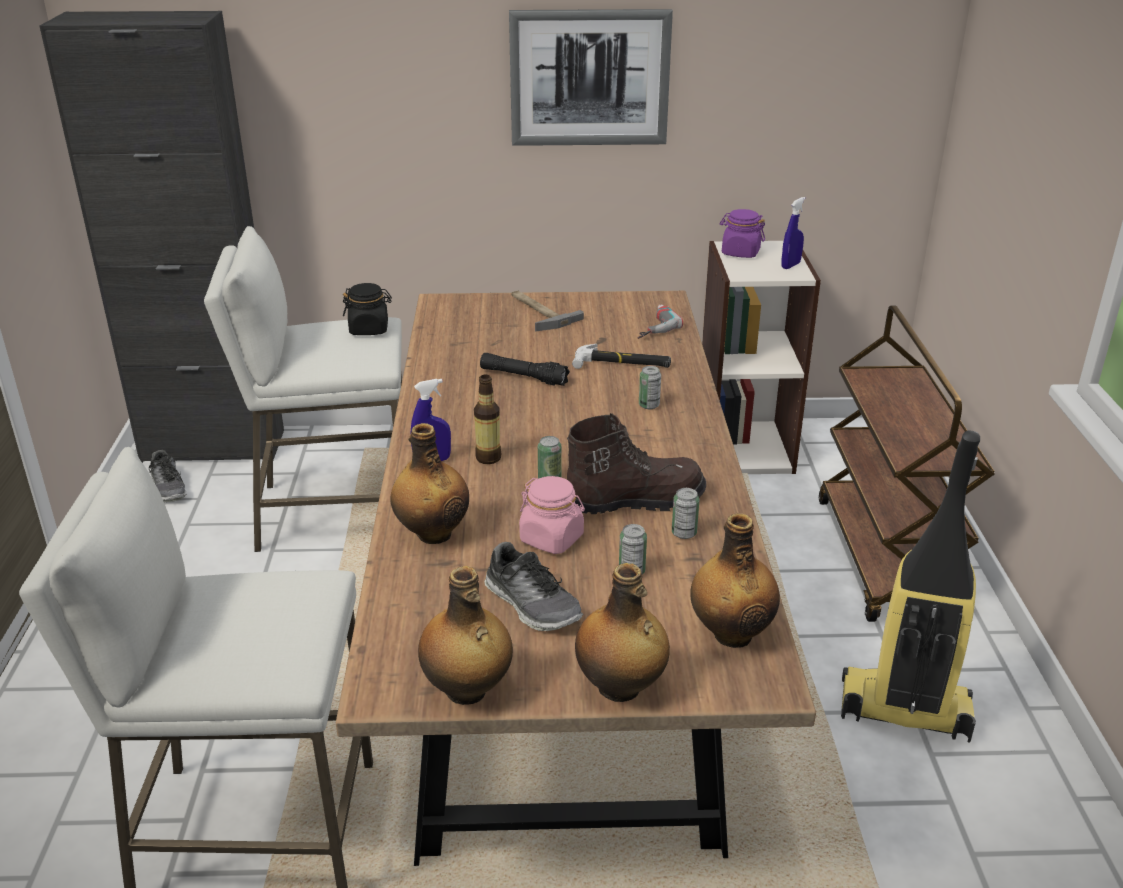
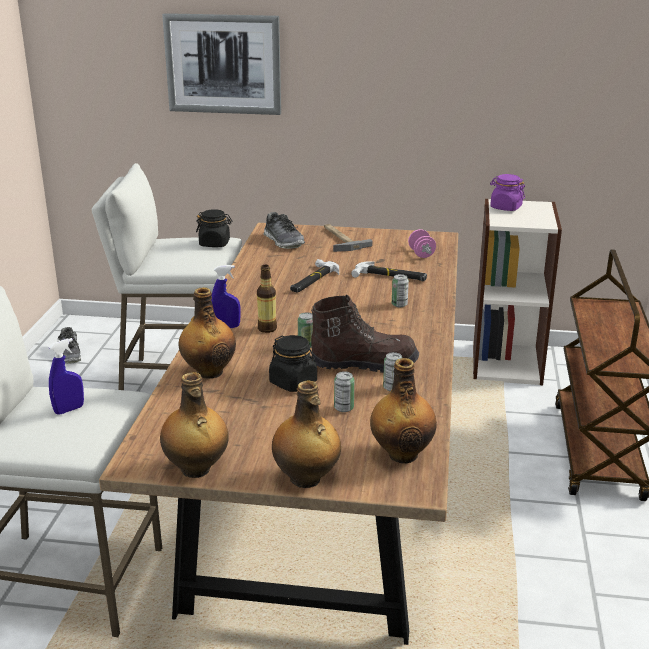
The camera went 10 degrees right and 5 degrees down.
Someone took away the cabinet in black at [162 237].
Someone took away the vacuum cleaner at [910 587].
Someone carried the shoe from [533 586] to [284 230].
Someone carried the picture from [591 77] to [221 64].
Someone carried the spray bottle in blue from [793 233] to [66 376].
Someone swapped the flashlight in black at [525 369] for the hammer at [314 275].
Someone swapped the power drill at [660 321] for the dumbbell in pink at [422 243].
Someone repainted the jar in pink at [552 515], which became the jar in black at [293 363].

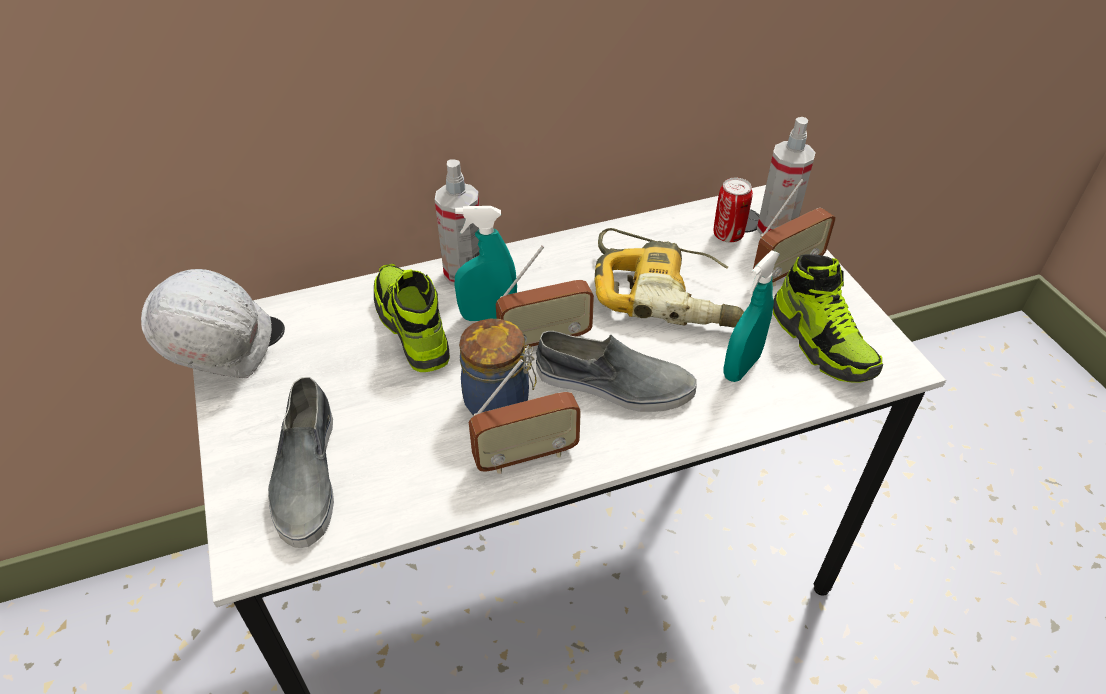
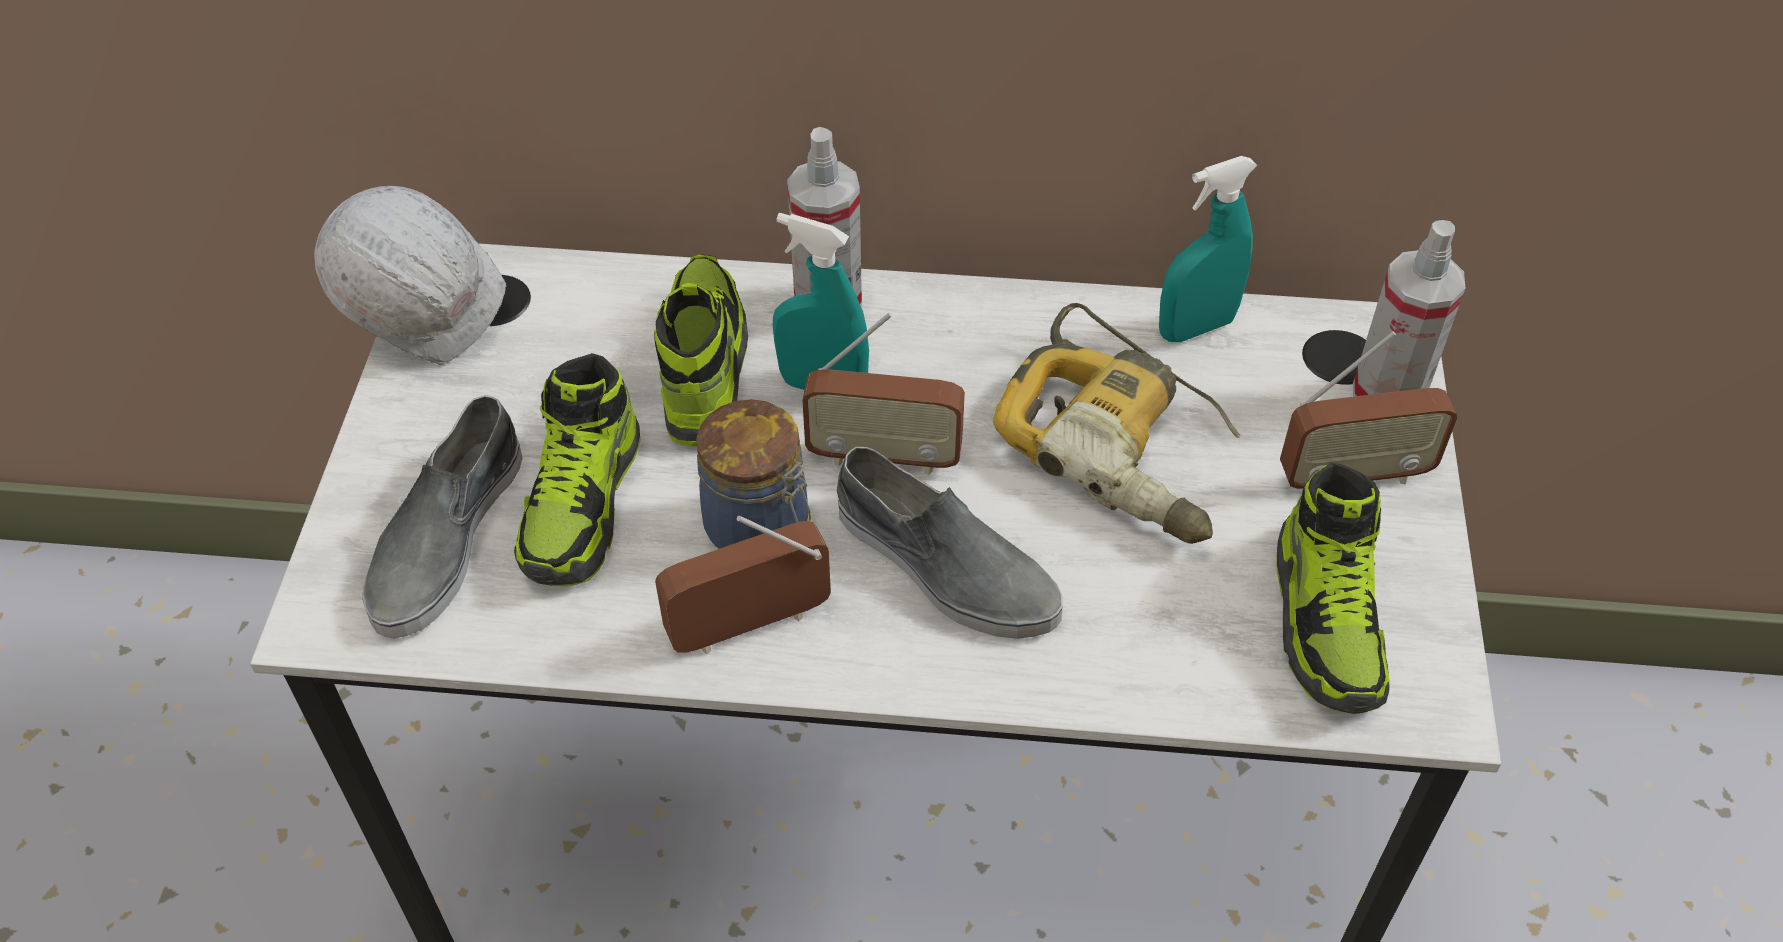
The camera went 25 degrees right and 5 degrees up.
Someone took away the can at [733 210].
Someone put down the shoe at [577 469].
Someone carried the spray bottle in turquoise from [751 316] to [1208 249].
Someone rotated the radio at [525 416] by 150 degrees clockwise.

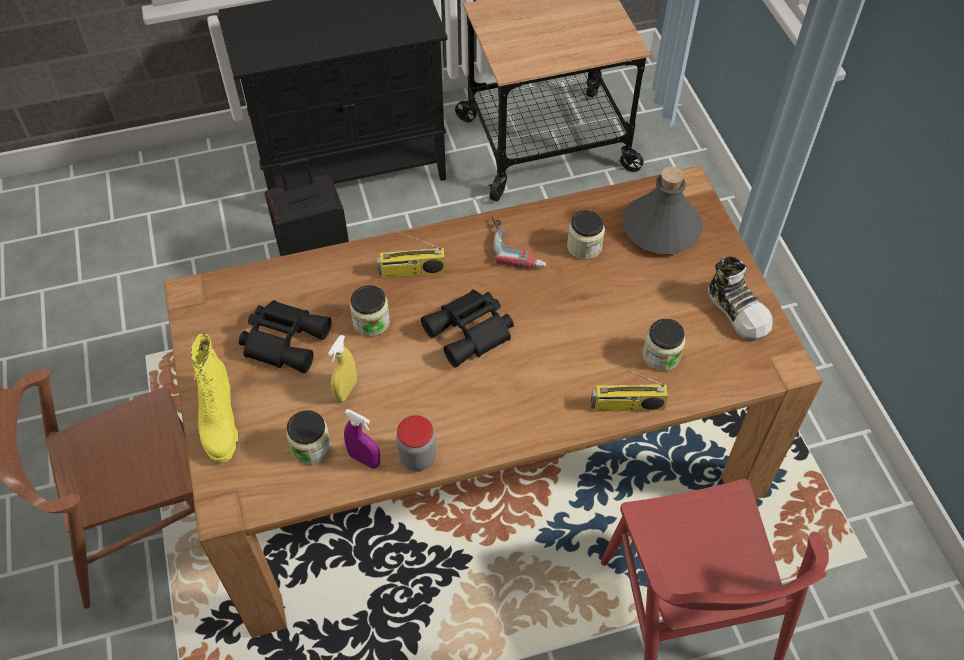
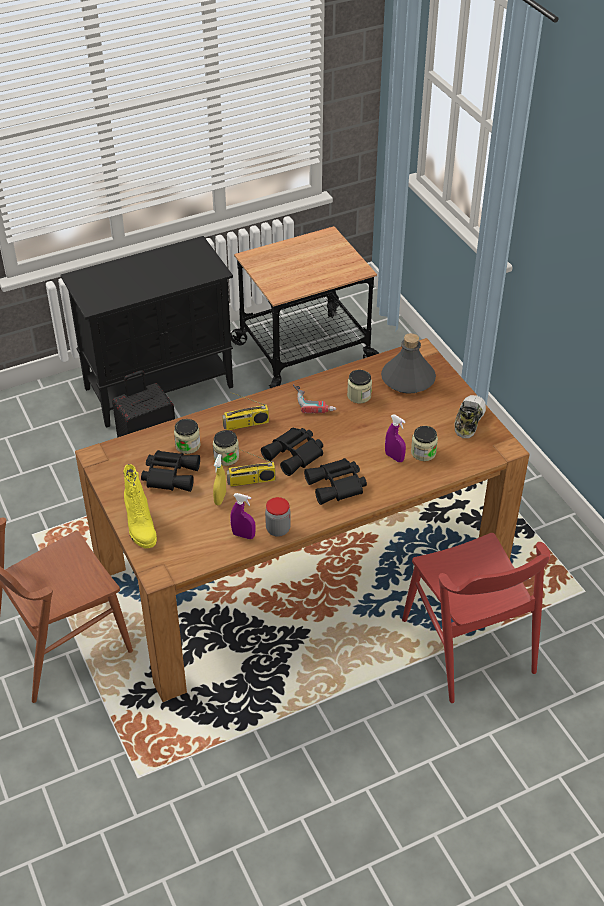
The camera went 10 degrees left and 10 degrees down.
Someone put down the binoculars in black at [335 481].
Someone put down the spray bottle in purple at [395 438].
Someone carried the jar from [309 437] to [187 436].
Someone carried the radio from [629 387] to [251 467].
Someone rotated the shoe at [740 298] by 120 degrees counterclockwise.

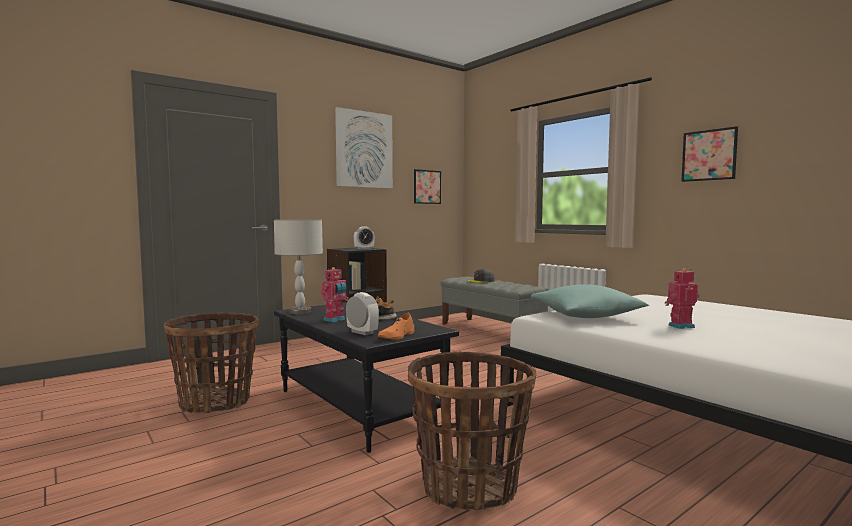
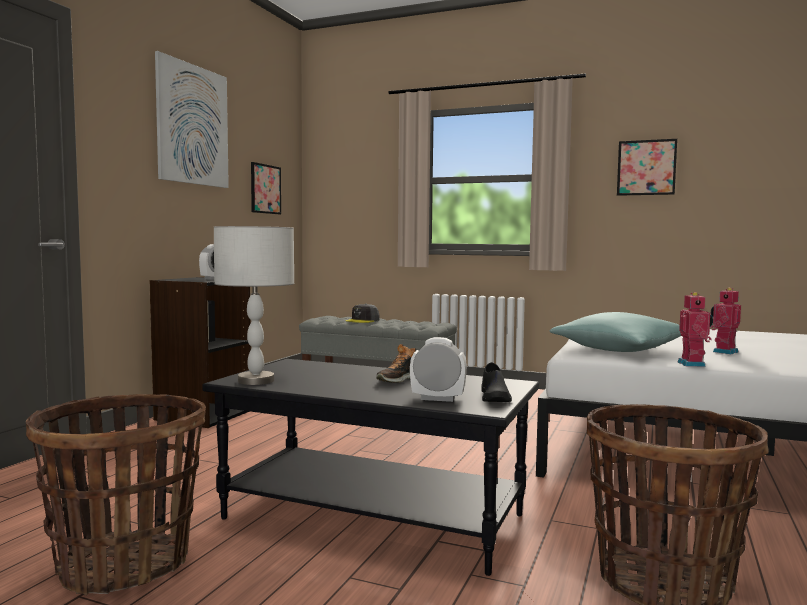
The camera went 30 degrees left and 0 degrees up.
Someone carried the toy robot from [335 294] to [695 329].
Someone repainted the shoe in orange at [396 326], which became the shoe in black at [496 382].

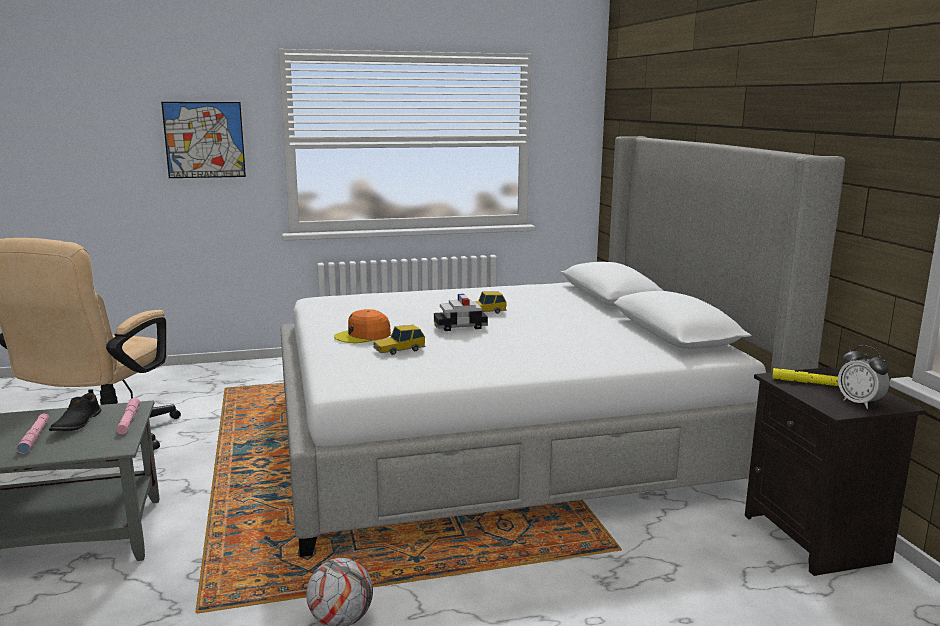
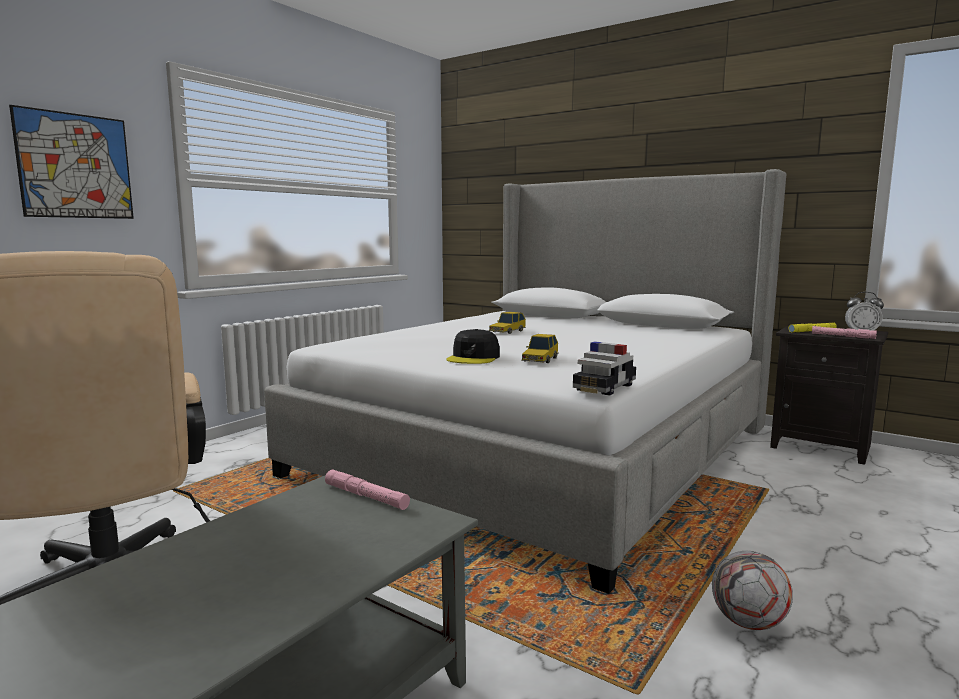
The camera went 40 degrees left and 5 degrees down.
Someone took away the shoe in black at [75 410].
Someone carried the flashlight in pink from [33 433] to [844 332].
Someone carried the toy car from [461 312] to [604 368].
Someone repainted the cap in orange at [362 326], which became the cap in black at [473 346].

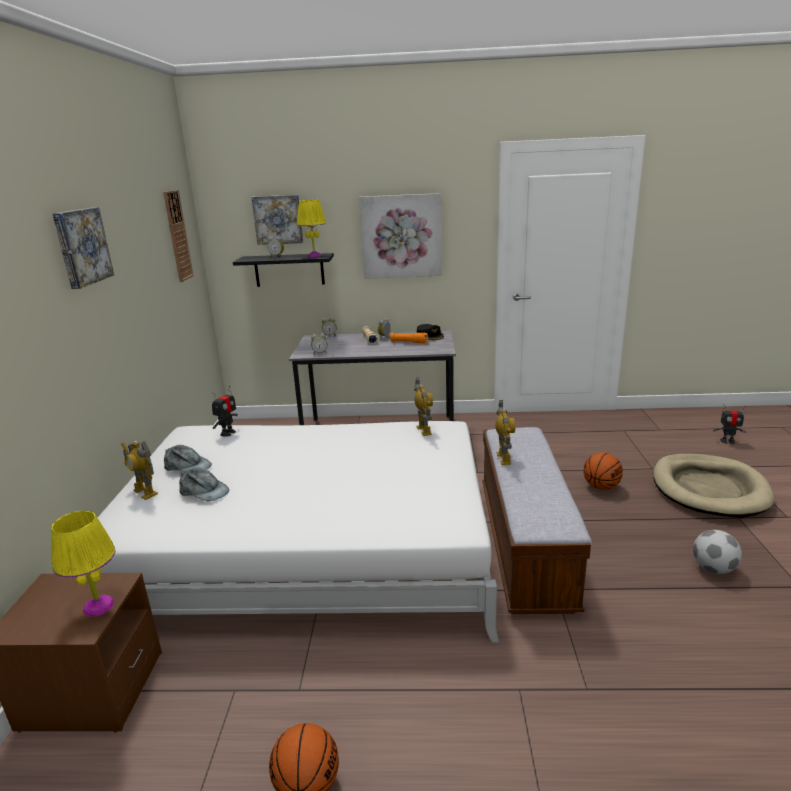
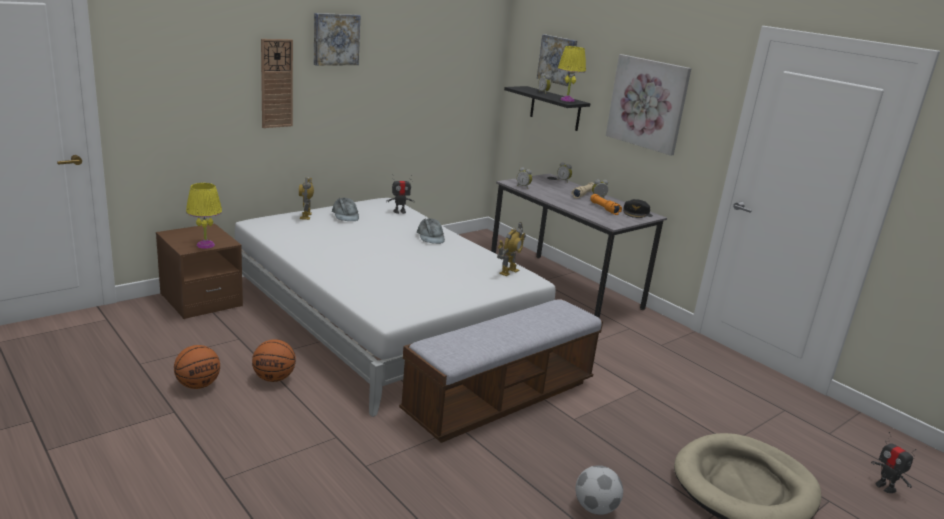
The camera went 45 degrees right and 0 degrees up.
Someone took away the toy robot at [505 432].
Someone carried the wall clock from [178 236] to [277 83].
Someone carried the cap in grey from [204 484] to [431 231].
Someone carried the basketball from [603 471] to [274 360].

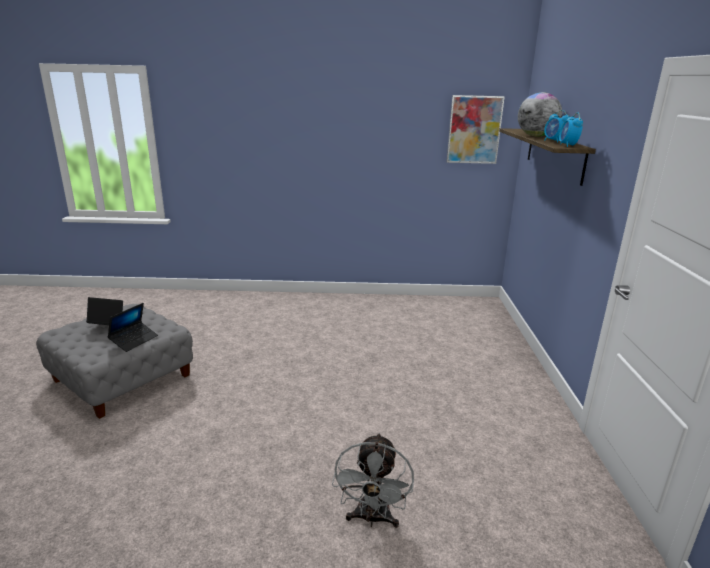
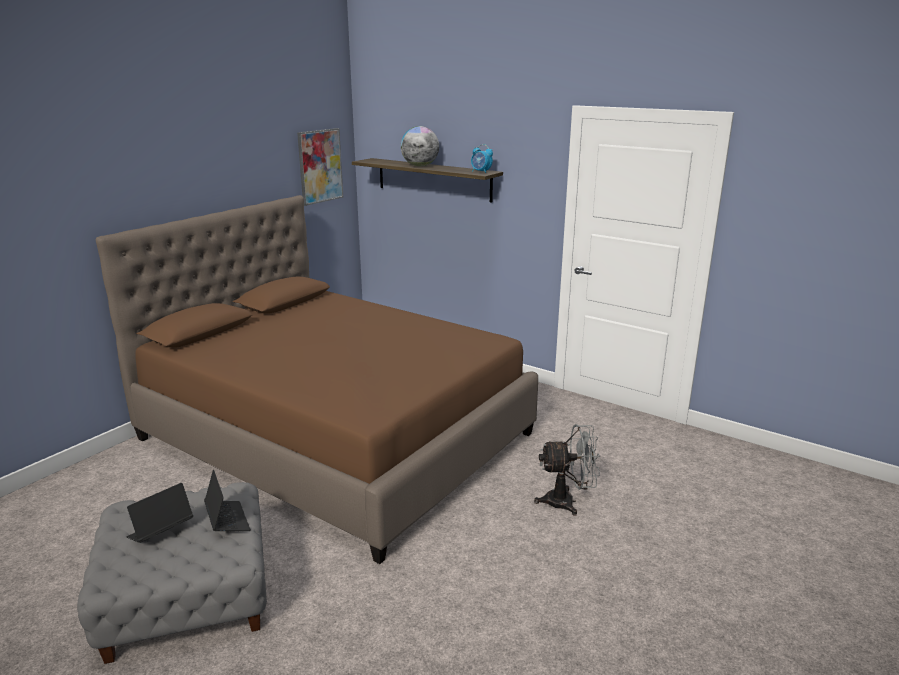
The camera went 55 degrees left and 0 degrees up.
Someone took away the alarm clock at [557 126].
Someone put down the bed in brown at [317 379].
Someone rotated the fan in grey at [373 480] by 45 degrees counterclockwise.

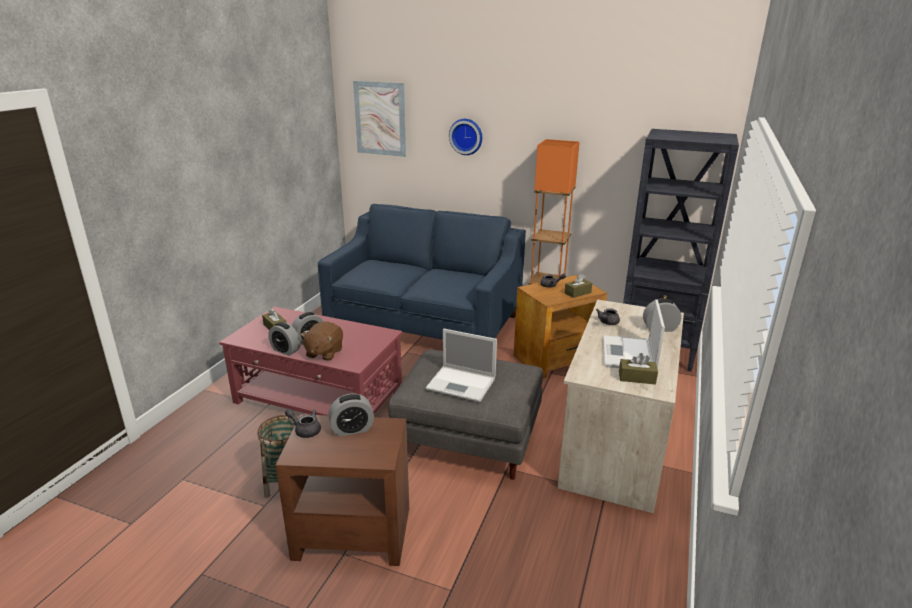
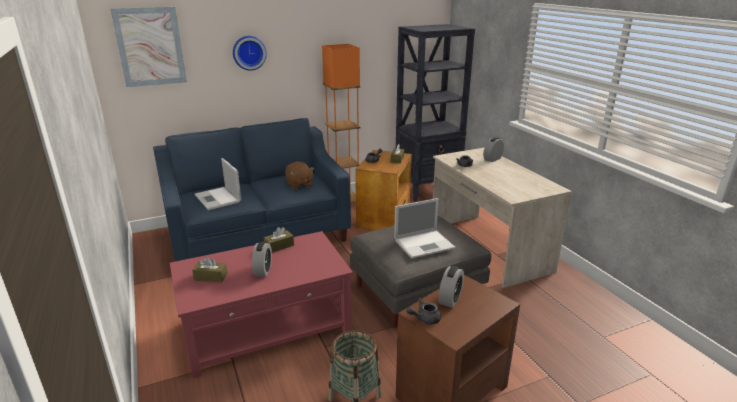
The camera went 45 degrees left and 0 degrees up.
Someone took away the alarm clock at [284 339].
Someone carried the plush toy in brown from [322 341] to [300 176].
Someone carried the laptop from [634 334] to [218 184].
Someone carried the tissue box in brown from [638 368] to [279 240].

